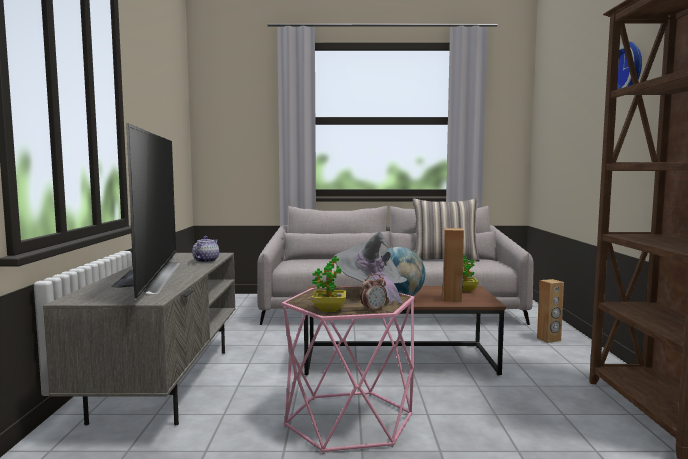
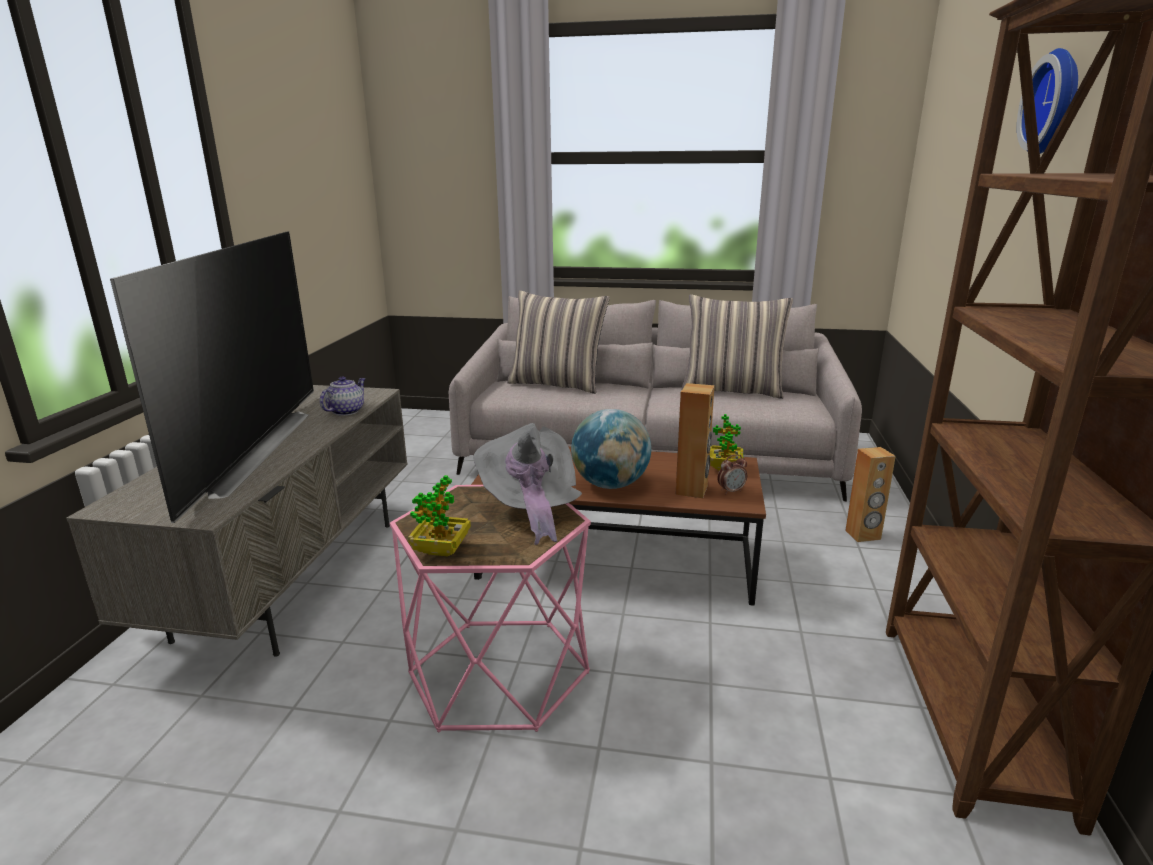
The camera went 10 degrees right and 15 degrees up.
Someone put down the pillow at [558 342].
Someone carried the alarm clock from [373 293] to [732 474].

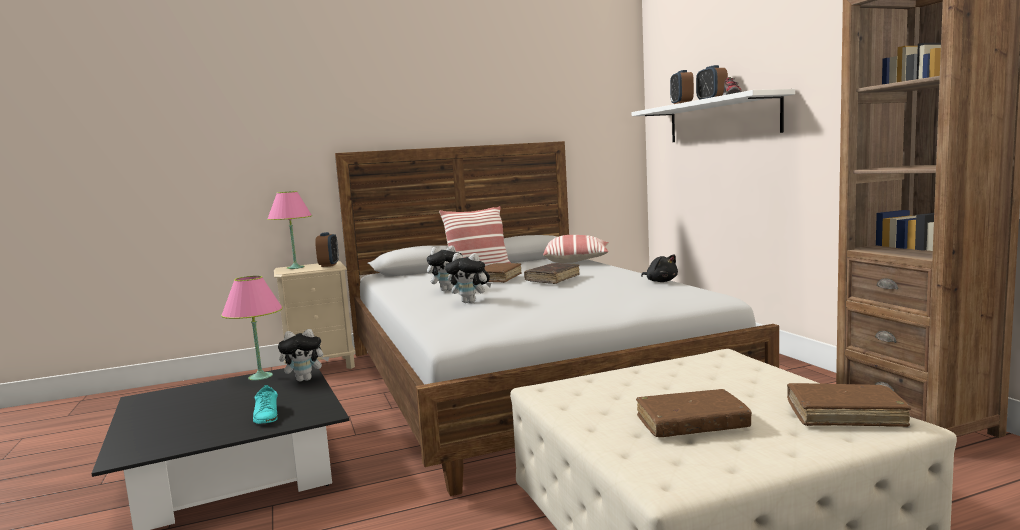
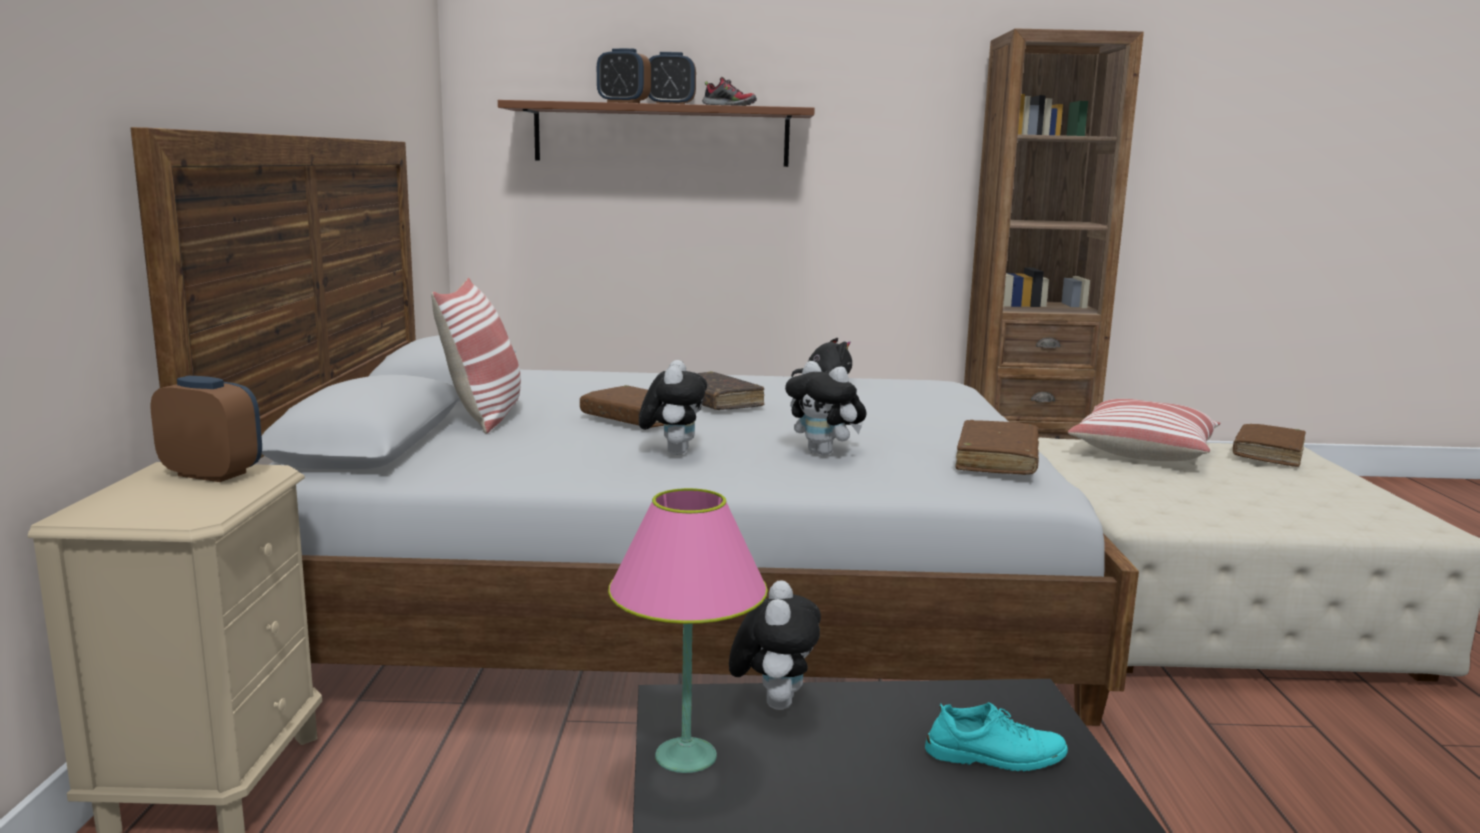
The camera went 70 degrees left and 5 degrees up.
Someone took away the table lamp in pink at [289 230].
Someone carried the pillow from [576 249] to [1144 430].
Someone carried the book in brown from [694 413] to [997 447].
Someone repainted the shelf in white at [713 115], which became the shelf in brown at [656 133].
Someone rotated the plush toy at [468 278] by 90 degrees clockwise.

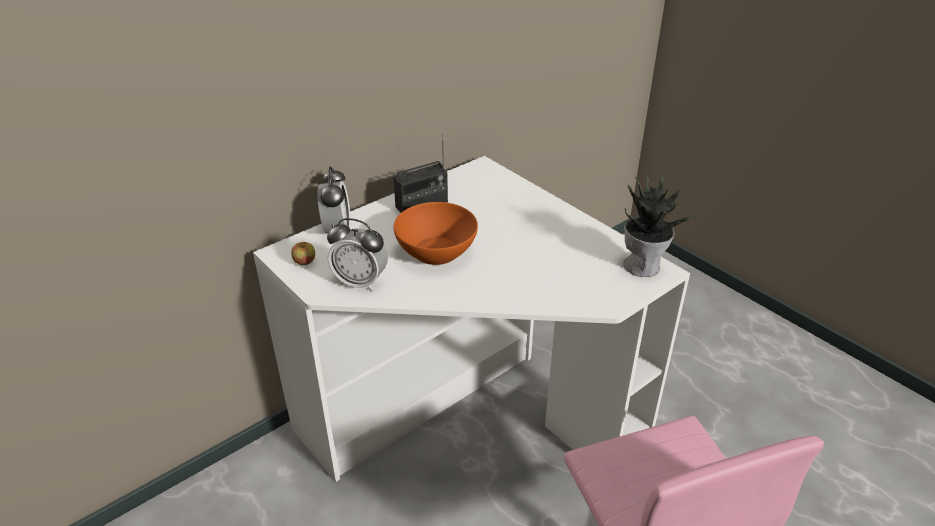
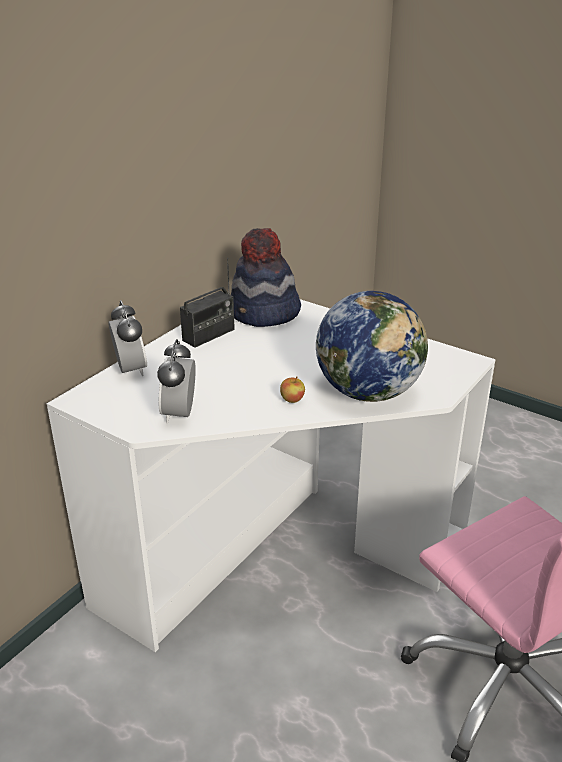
The camera went 15 degrees left and 5 degrees down.
Someone took away the bowl in orange at [436 233].
Someone took away the potted plant at [661 224].
Someone put down the hat at [266 277].
Someone put down the globe at [372 346].
Someone carried the apple from [303 253] to [292 389].
Someone rotated the alarm clock at [357 254] by 90 degrees clockwise.

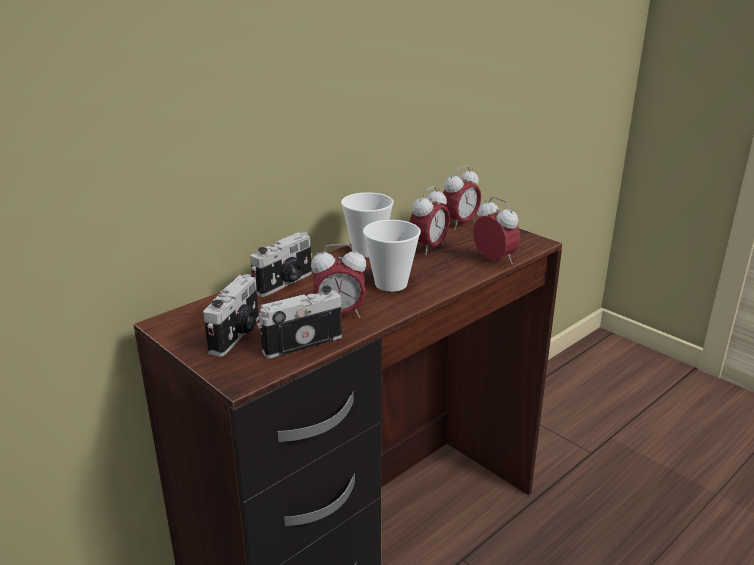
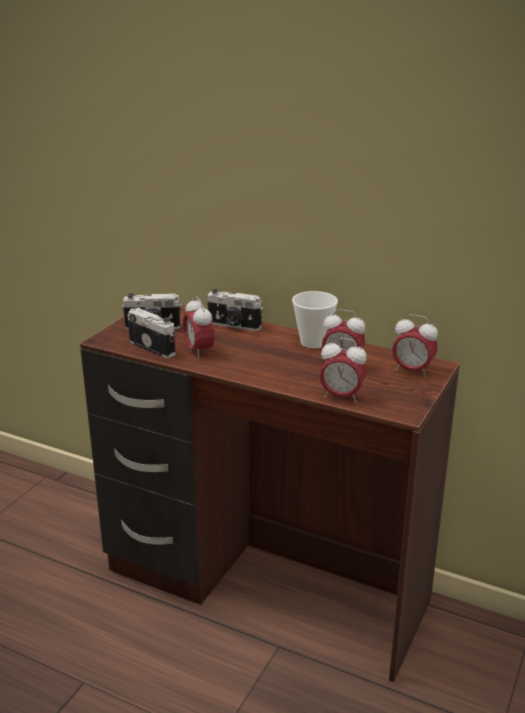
The camera went 70 degrees right and 0 degrees up.
Someone took away the cup at [392 256].
Someone rotated the alarm clock at [497 231] by 75 degrees clockwise.

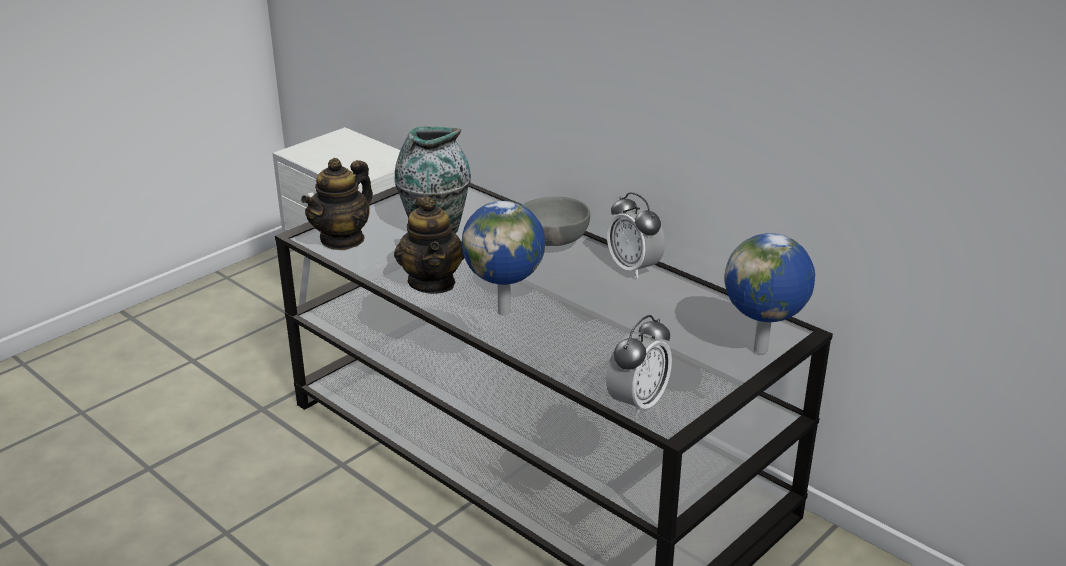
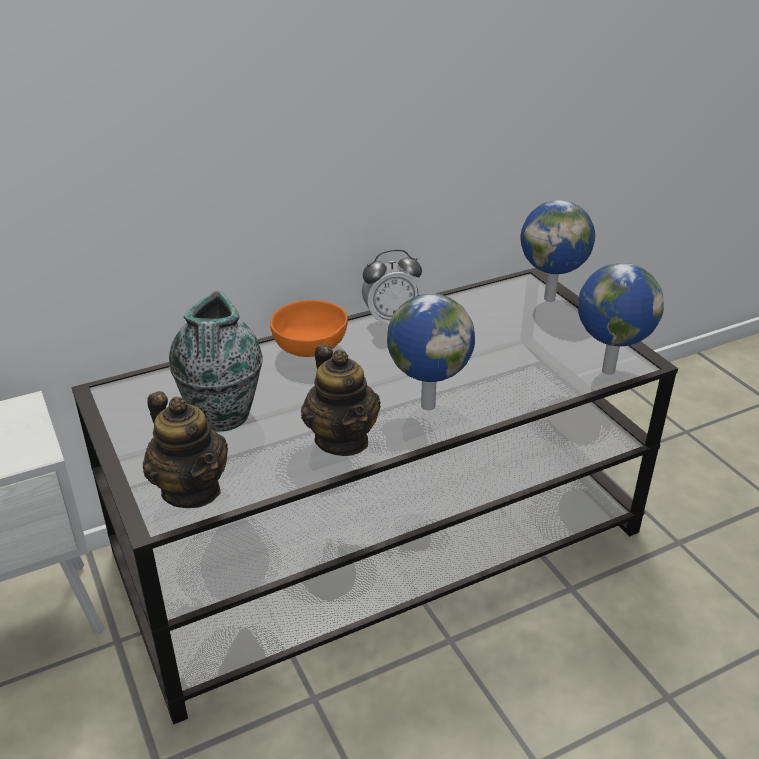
The camera went 70 degrees left and 5 degrees up.
Someone swapped the alarm clock at [639 366] for the globe at [621 319].
Someone repainted the bowl in grey at [556 221], which became the bowl in orange at [309 328].
Someone rotated the teapot at [429 245] by 60 degrees clockwise.

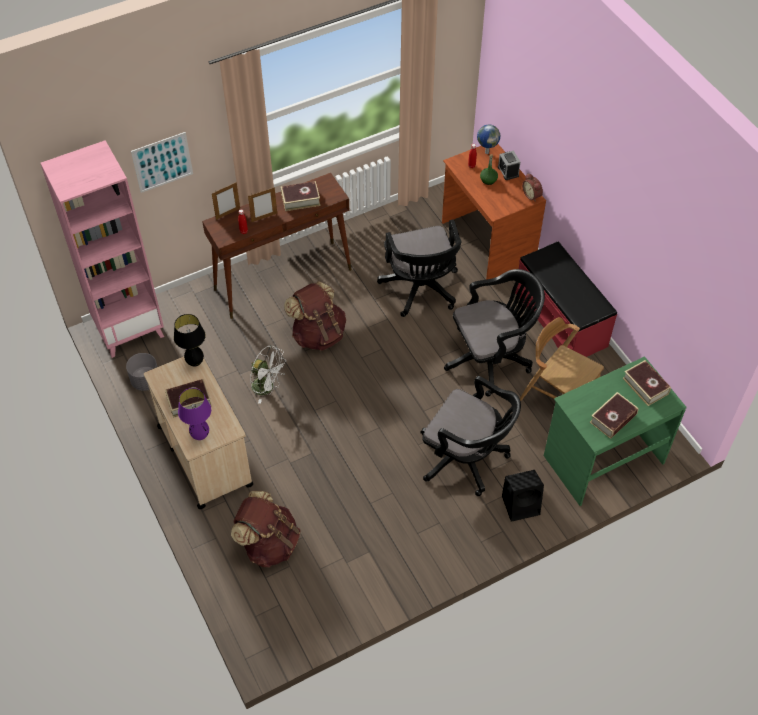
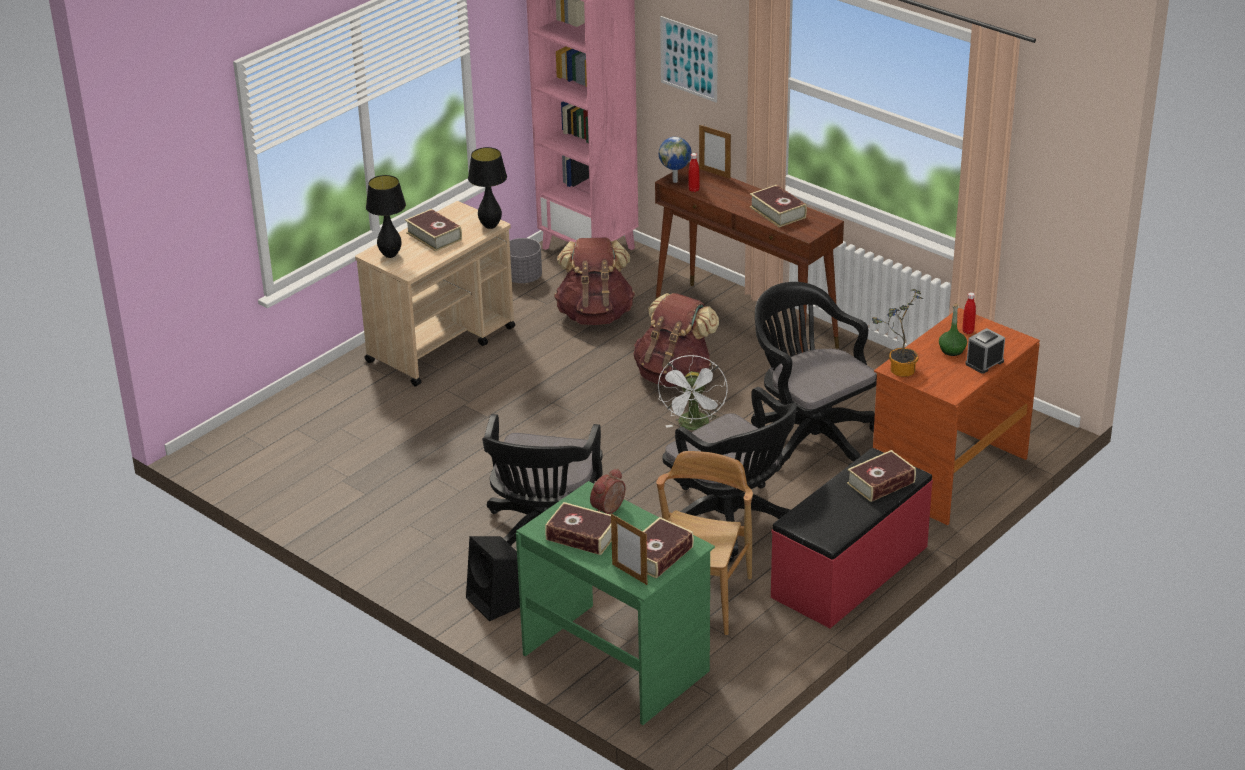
The camera went 70 degrees right and 20 degrees down.
Someone put down the book at [881 476].
Someone put down the potted plant at [897 333].
Someone carried the backpack in brown from [266 529] to [594 281].
Someone carried the picture frame from [262 204] to [629 549].
Someone carried the fan in white from [268 374] to [693 392].
Someone carried the globe from [488 139] to [675 160].
Someone carried the alarm clock from [532 187] to [608 491].
Someone repainted the table lamp in purple at [194 414], which became the table lamp in black at [386 216].
Someone rotated the office chair in black at [419 268] by 90 degrees clockwise.

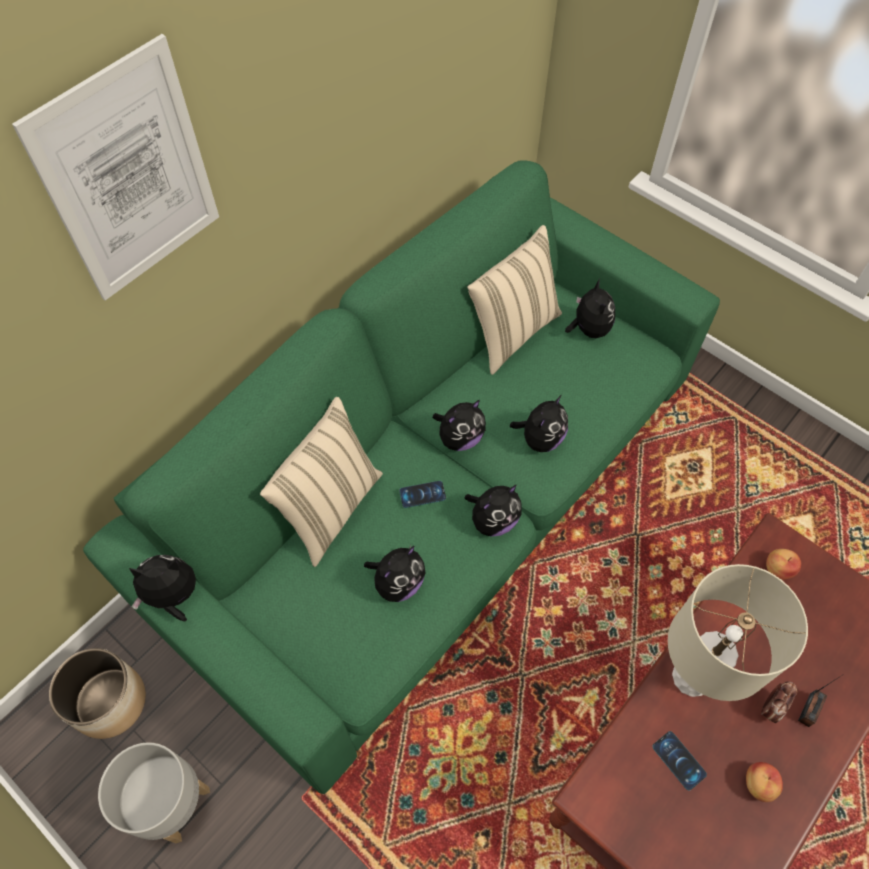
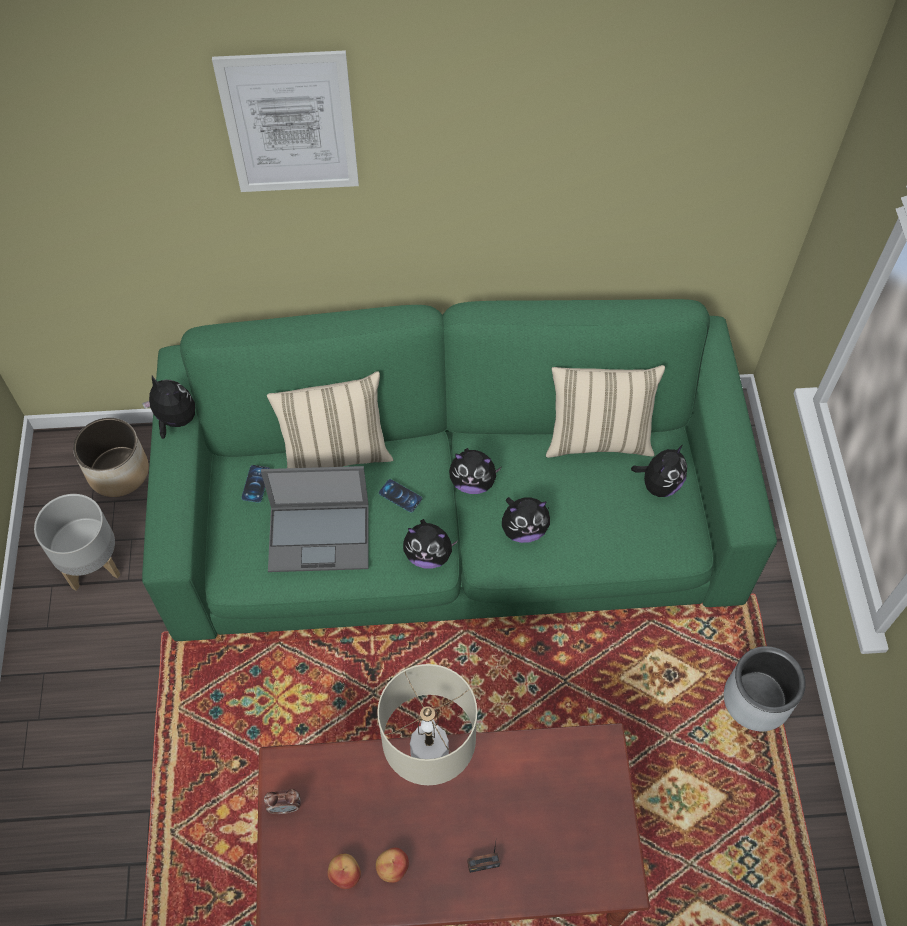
The camera went 45 degrees right and 0 degrees up.
Someone put down the planter in grey at [765 689].
Someone carried the phone from [679 761] to [255 484].
Someone carried the alarm clock from [779 702] to [282 801].
Someone carried the apple from [783 564] to [344 871].
Someone swapped the plush toy at [395 573] for the laptop at [315 519].

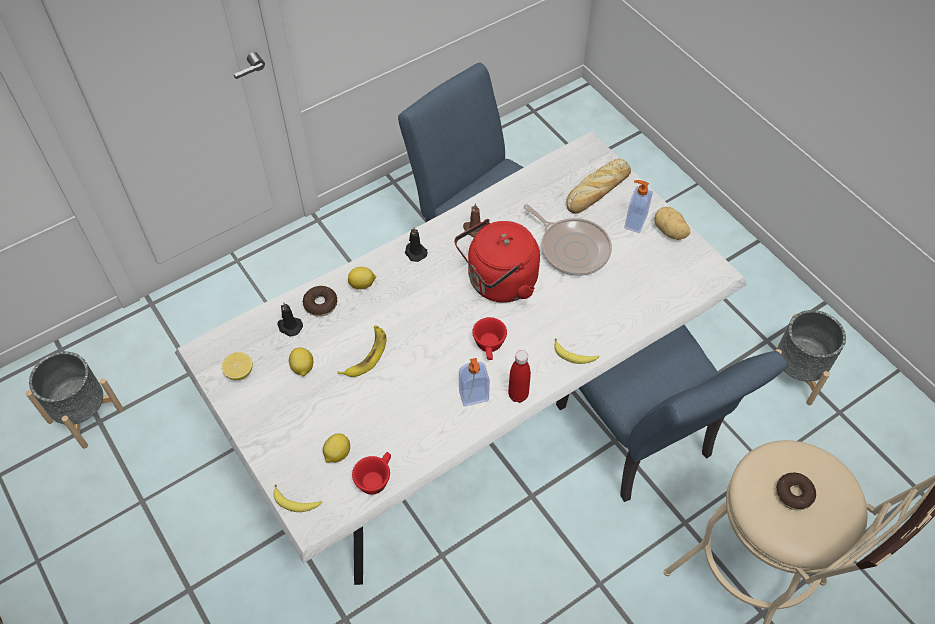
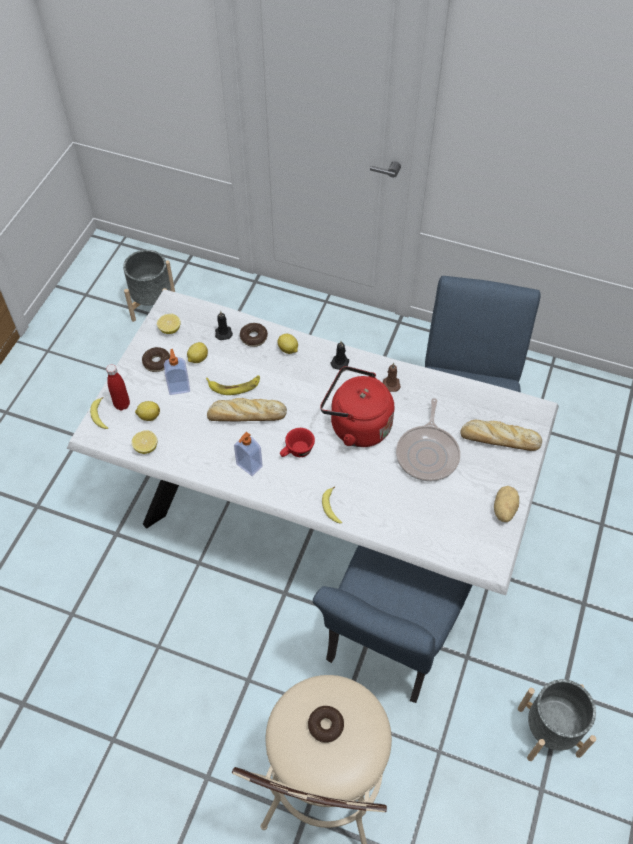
The camera went 55 degrees right and 0 degrees up.
Someone put down the donut at [156 359].
Someone put down the bread at [247 409].
Someone carried the bottle in red from [519 376] to [118 387].
Someone carried the soap dispenser from [638 206] to [177 372].
Someone swapped the cup in red at [371 473] for the lemon at [144 442].

